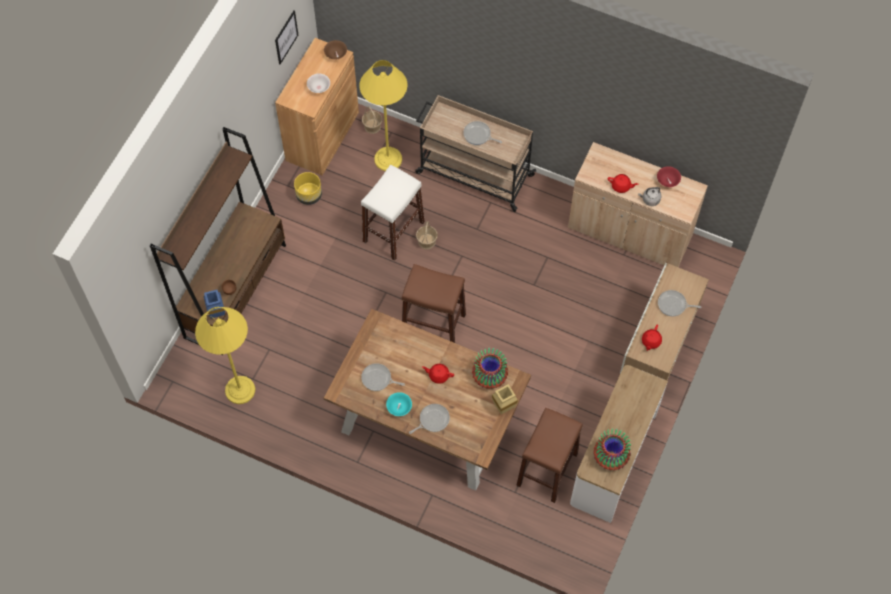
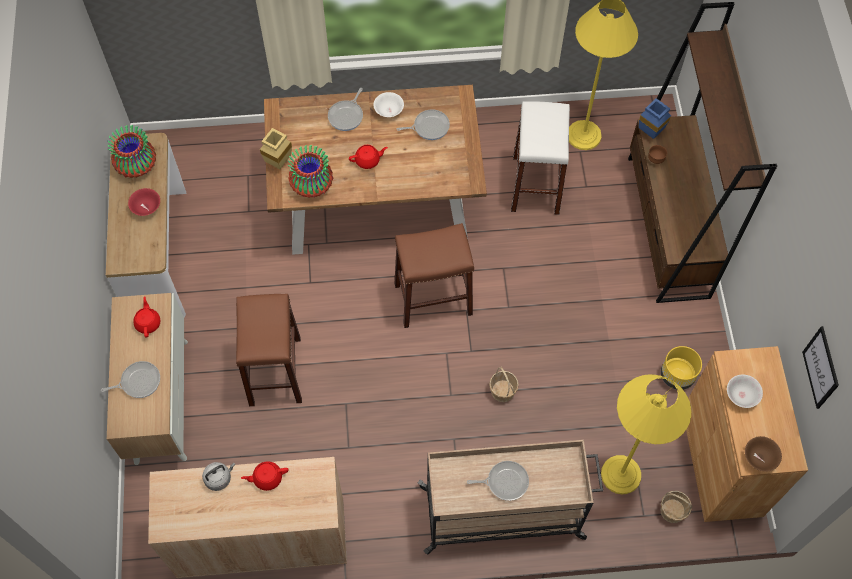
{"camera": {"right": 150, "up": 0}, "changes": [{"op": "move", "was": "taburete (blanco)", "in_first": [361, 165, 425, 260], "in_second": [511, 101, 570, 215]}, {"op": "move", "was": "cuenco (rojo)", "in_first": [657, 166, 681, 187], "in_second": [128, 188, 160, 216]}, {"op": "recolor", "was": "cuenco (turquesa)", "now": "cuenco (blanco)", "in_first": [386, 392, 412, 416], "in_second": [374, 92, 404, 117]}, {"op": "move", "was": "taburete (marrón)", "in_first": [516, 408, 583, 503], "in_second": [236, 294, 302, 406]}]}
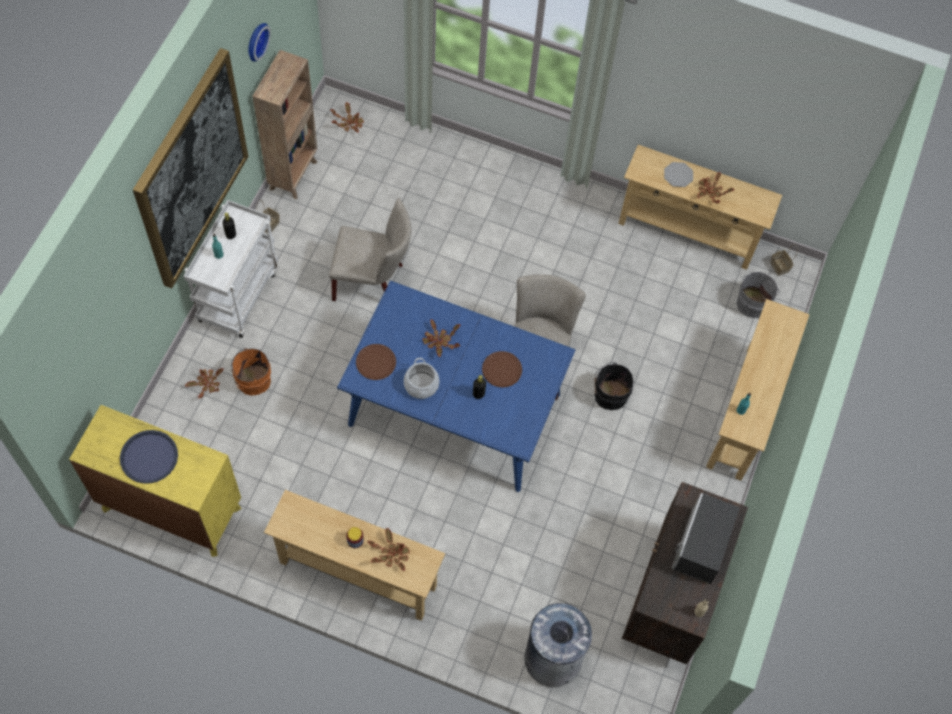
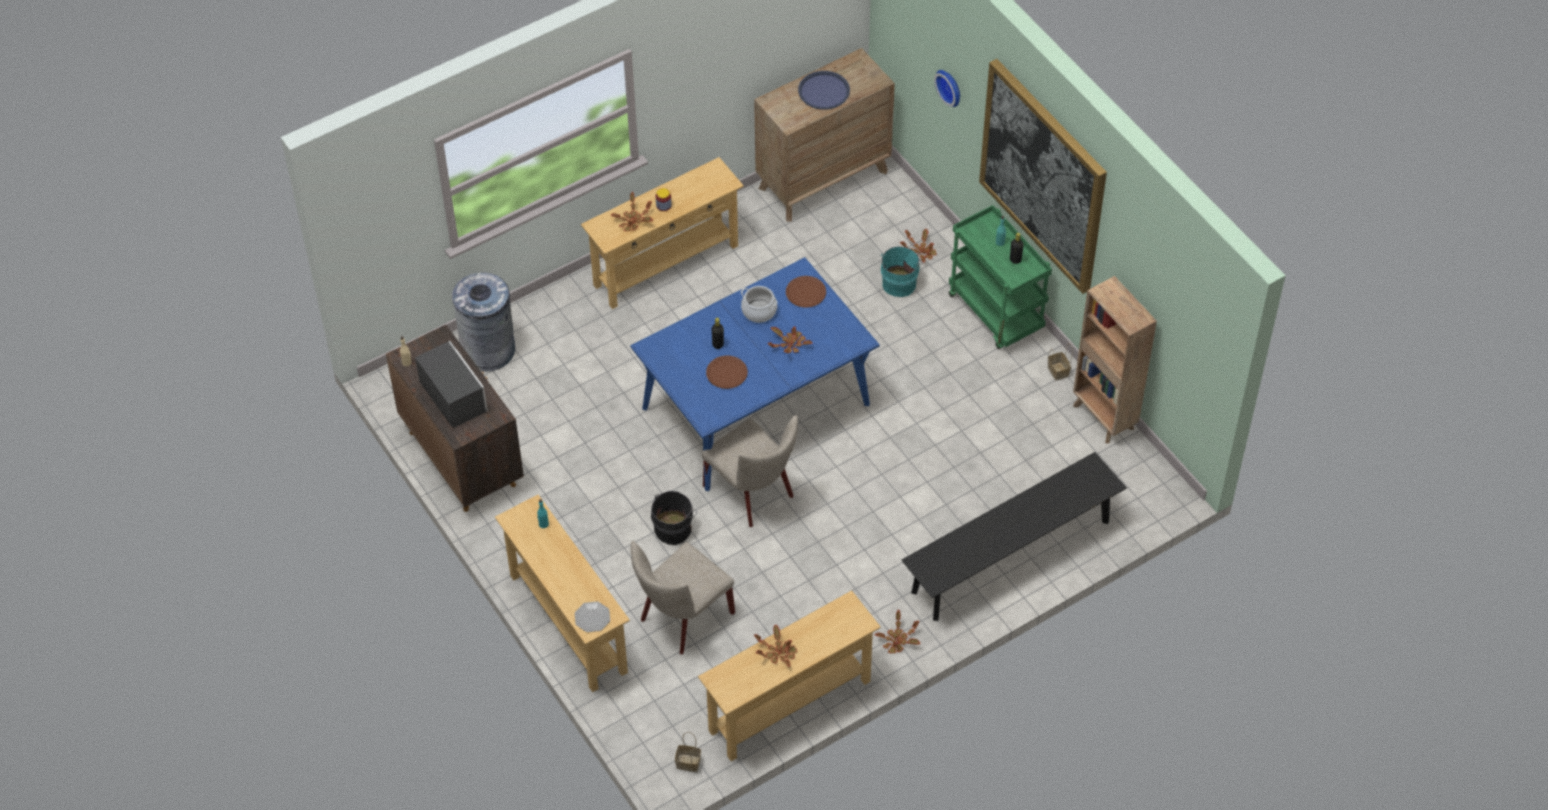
{"camera": {"right": 130, "up": -10}, "changes": [{"op": "move", "was": "reloj de pared", "in_first": [248, 23, 271, 62], "in_second": [934, 70, 960, 107]}, {"op": "move", "was": "planta en maceta", "in_first": [330, 102, 364, 133], "in_second": [875, 610, 921, 653]}, {"op": "move", "was": "plato", "in_first": [664, 162, 693, 187], "in_second": [575, 601, 610, 632]}, {"op": "move", "was": "silla (beis)", "in_first": [329, 198, 411, 301], "in_second": [631, 541, 735, 654]}, {"op": "recolor", "was": "carrito (blanco)", "now": "carrito (verde)", "in_first": [184, 200, 278, 338], "in_second": [948, 205, 1052, 349]}, {"op": "delete", "was": "cubo (gris)", "in_first": [737, 272, 780, 318]}, {"op": "recolor", "was": "cubo (naranja)", "now": "cubo (turquesa)", "in_first": [231, 348, 271, 396], "in_second": [881, 246, 922, 297]}, {"op": "recolor", "was": "cómoda (amarillo)", "now": "cómoda (marrón)", "in_first": [69, 405, 242, 557], "in_second": [754, 48, 895, 222]}, {"op": "insert", "now": "banco (negro)", "in_second": [902, 452, 1127, 621]}]}
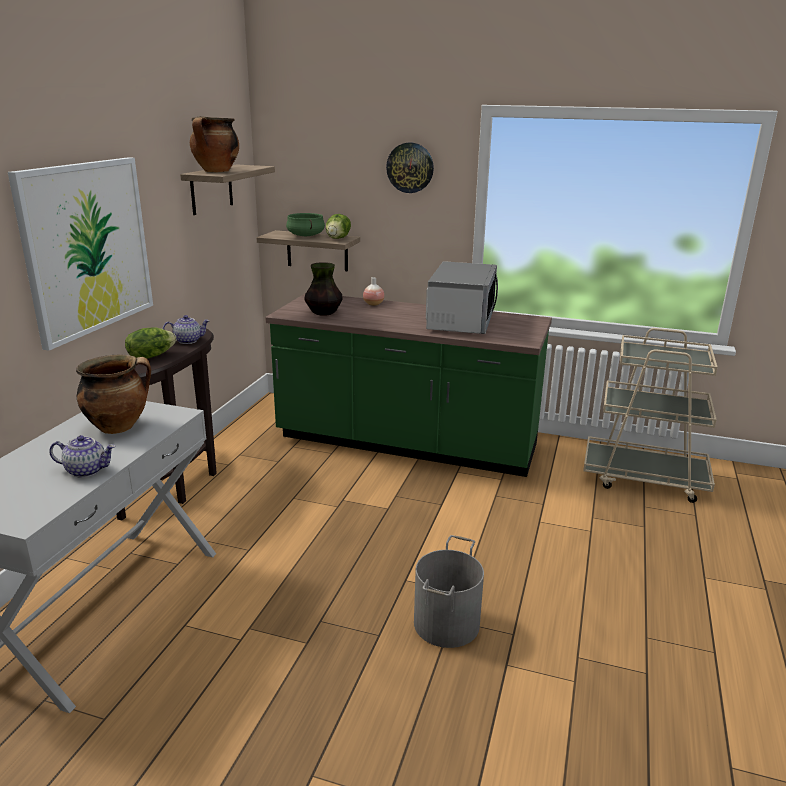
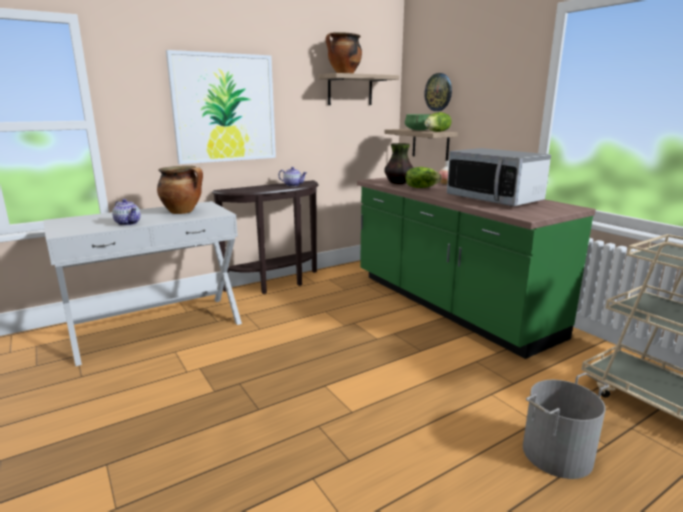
{"camera": {"right": 40, "up": -5}, "changes": [{"op": "move", "was": "reloj de pared", "in_first": [386, 142, 434, 193], "in_second": [425, 73, 452, 111]}, {"op": "rotate", "was": "microondas", "in_first": [426, 261, 498, 334], "in_second": [447, 148, 551, 206], "clockwise": 90}, {"op": "move", "was": "lechuga", "in_first": [125, 327, 176, 359], "in_second": [405, 167, 442, 188]}, {"op": "move", "was": "cubo (gris)", "in_first": [414, 535, 484, 648], "in_second": [523, 373, 609, 479]}]}
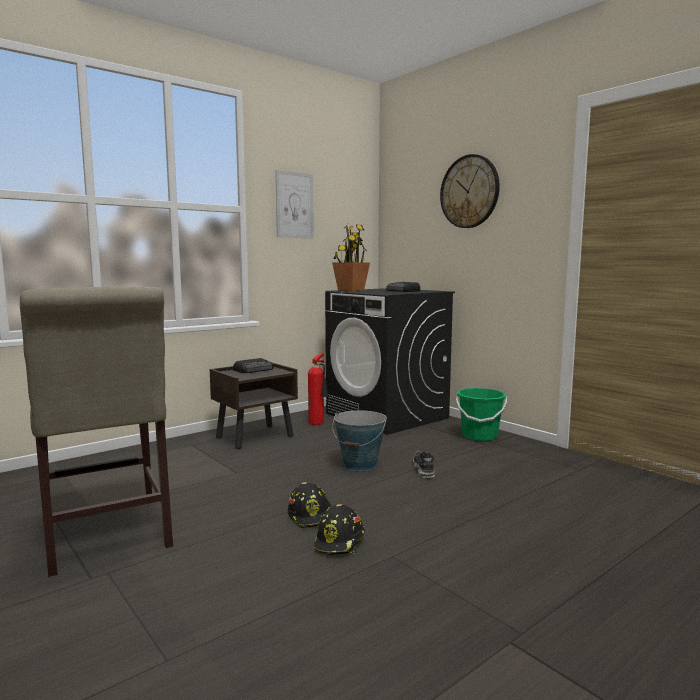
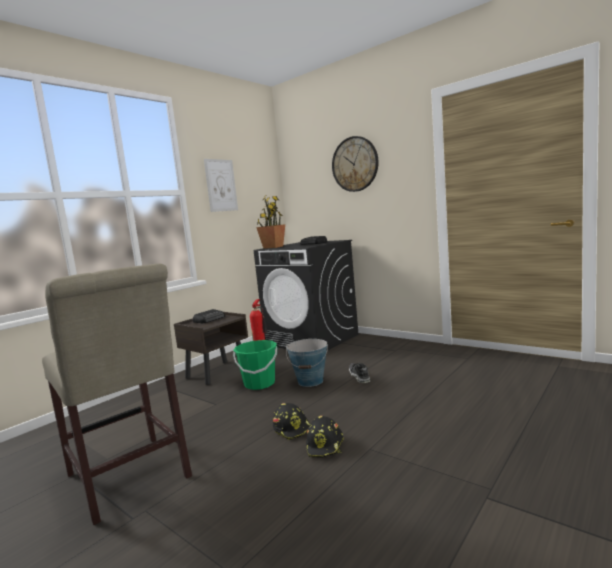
{"camera": {"right": -10, "up": 0}, "changes": [{"op": "move", "was": "cubo (verde)", "in_first": [456, 388, 507, 441], "in_second": [233, 340, 277, 390]}]}
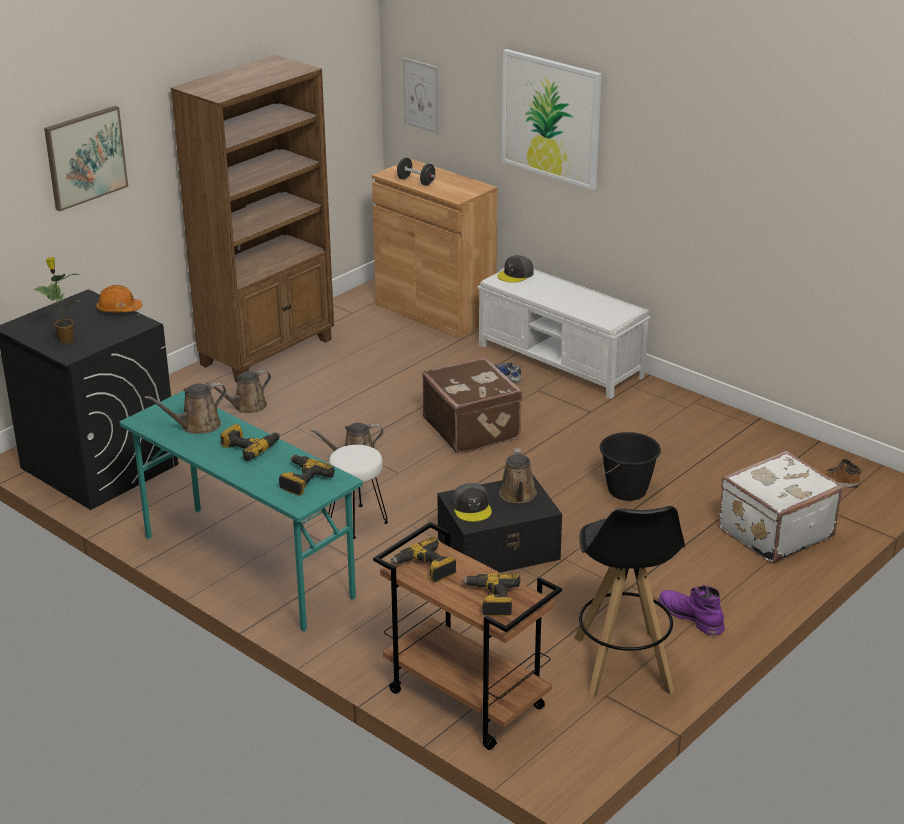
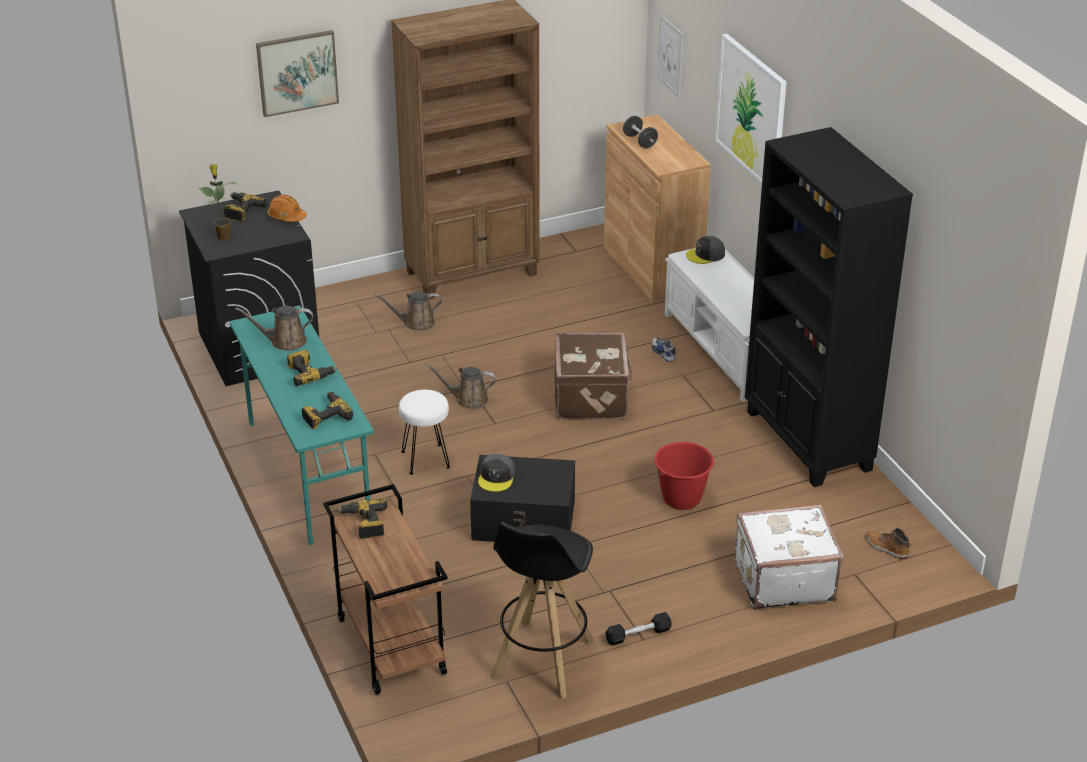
{"camera": {"right": 25, "up": 5}, "changes": [{"op": "recolor", "was": "cubo (negro)", "now": "cubo (rojo)", "in_first": [600, 432, 661, 501], "in_second": [654, 442, 714, 510]}, {"op": "delete", "was": "regadera (marrón)", "in_first": [499, 448, 537, 504]}, {"op": "move", "was": "taladro", "in_first": [462, 573, 520, 616], "in_second": [224, 192, 266, 222]}, {"op": "replace", "was": "bota (morado)", "now": "mancuerna (negro)", "in_first": [659, 585, 725, 635], "in_second": [605, 612, 672, 646]}, {"op": "insert", "now": "estantería (negro)", "in_second": [745, 127, 913, 487]}]}
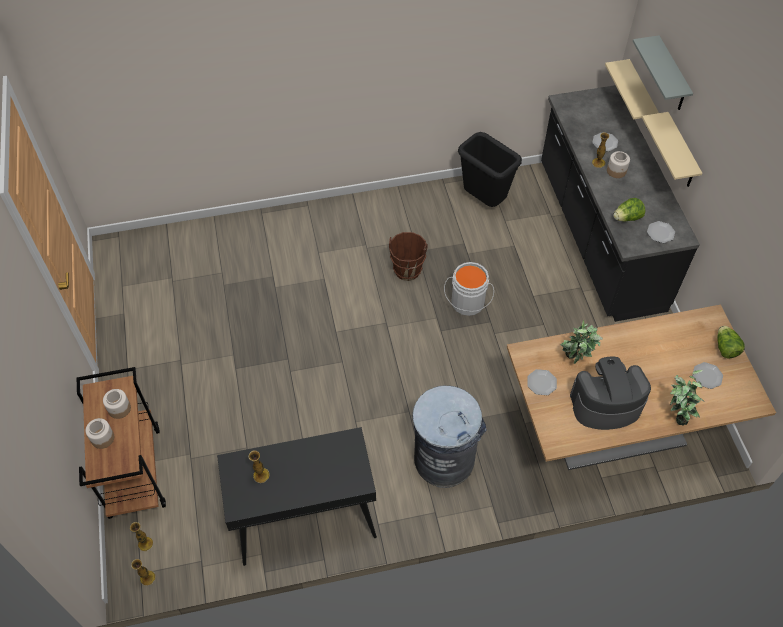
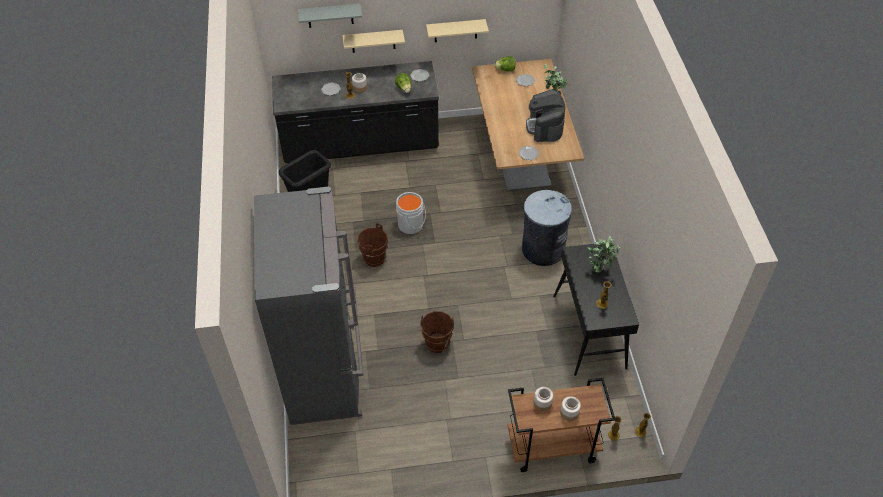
{"camera": {"right": -85, "up": -5}, "changes": [{"op": "move", "was": "estante (beis)", "in_first": [605, 59, 659, 119], "in_second": [426, 19, 489, 42]}, {"op": "move", "was": "planta en maceta", "in_first": [560, 320, 603, 364], "in_second": [588, 236, 621, 275]}, {"op": "insert", "now": "nevera (gris)", "in_second": [254, 187, 364, 425]}, {"op": "insert", "now": "cubo (marrón)", "in_second": [420, 311, 454, 353]}]}
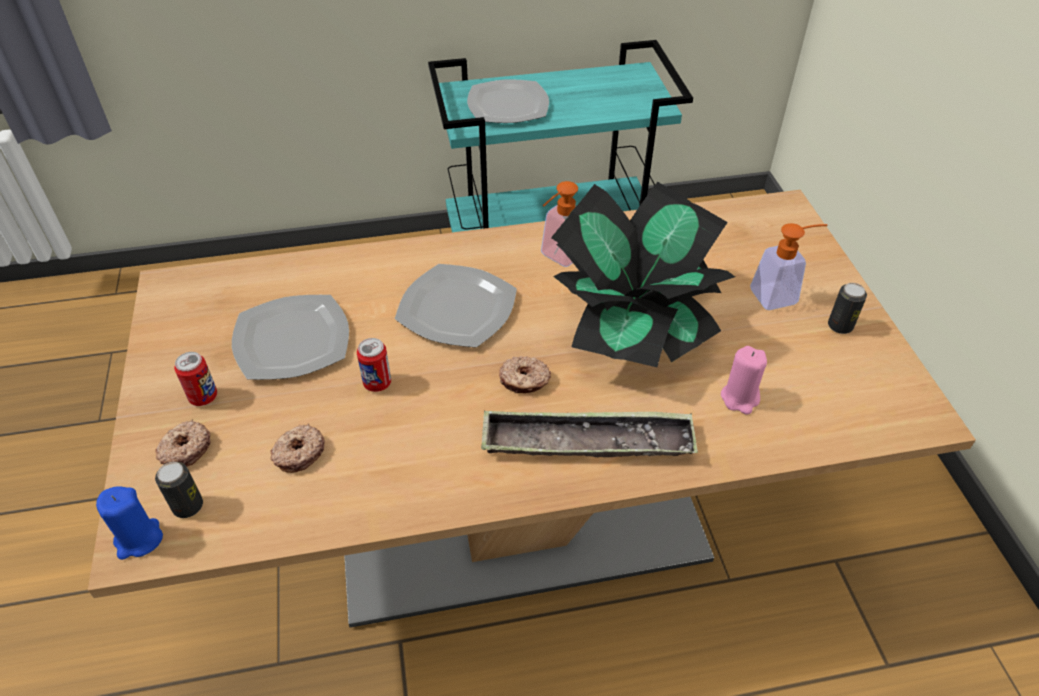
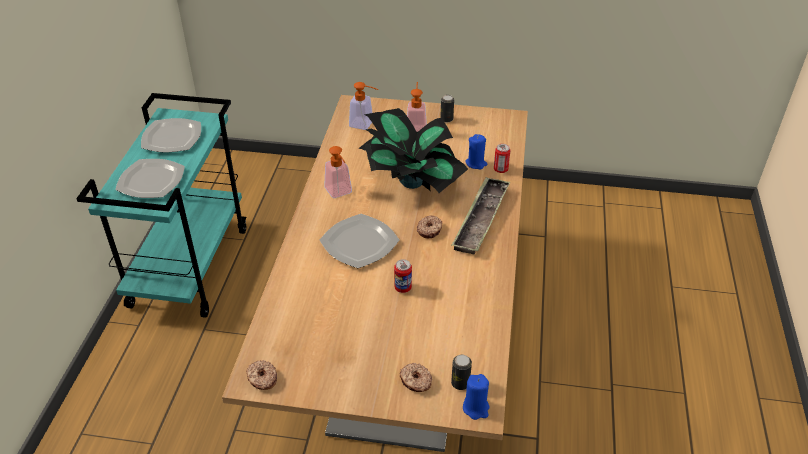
{"camera": {"right": -70, "up": -5}, "changes": [{"op": "move", "was": "plato", "in_first": [232, 295, 349, 380], "in_second": [141, 118, 201, 152]}, {"op": "recolor", "was": "vela (rosa)", "now": "vela (azul)", "in_first": [721, 346, 767, 415], "in_second": [465, 134, 488, 169]}, {"op": "move", "was": "lata", "in_first": [174, 352, 217, 406], "in_second": [494, 144, 510, 173]}, {"op": "move", "was": "rosquilla", "in_first": [270, 424, 325, 473], "in_second": [246, 360, 277, 390]}, {"op": "insert", "now": "dispensador de jabón", "in_second": [349, 82, 378, 130]}]}
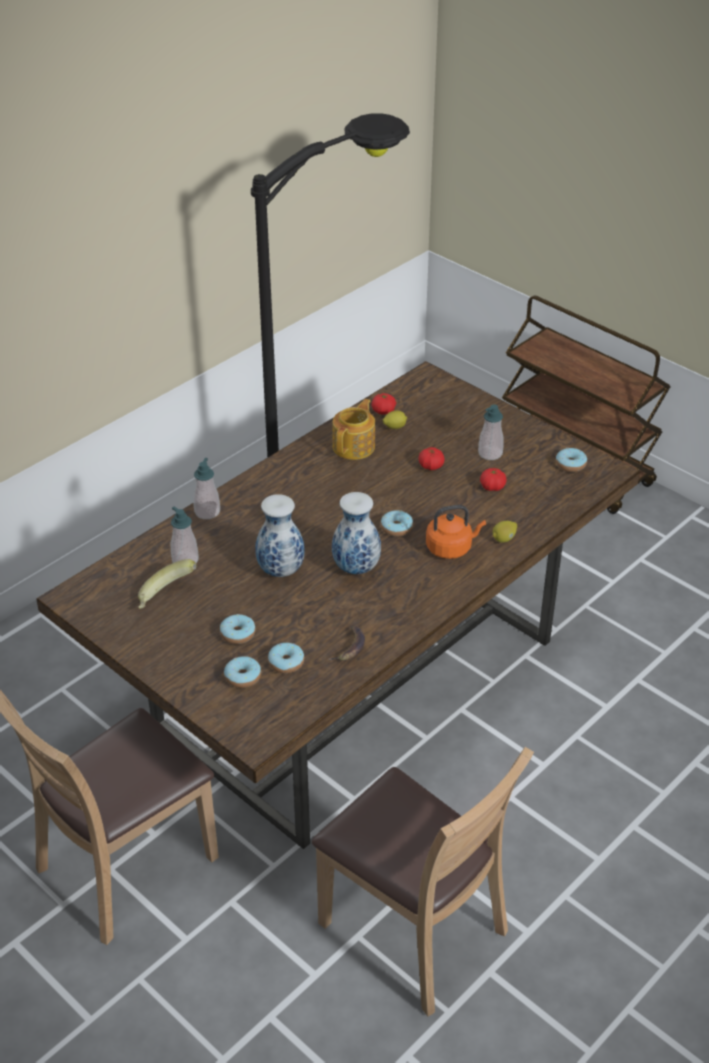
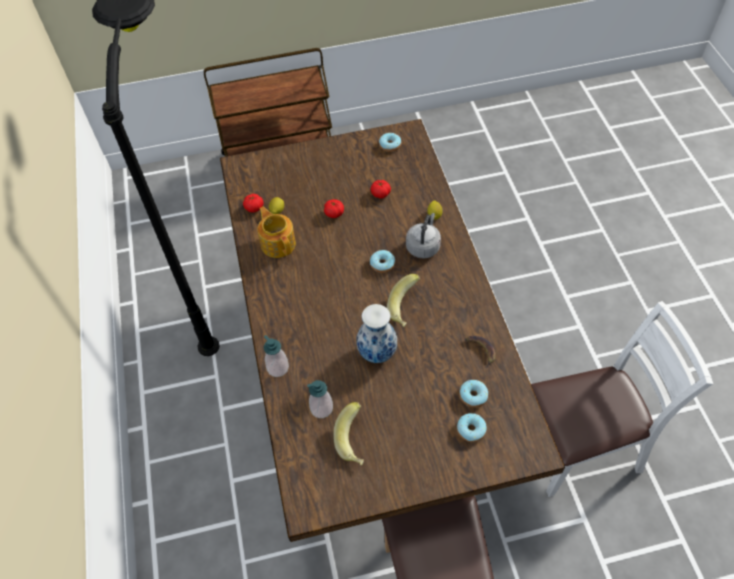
{"camera": {"right": -55, "up": 15}, "changes": [{"op": "delete", "was": "dispensador de jabón", "in_first": [478, 404, 504, 460]}, {"op": "replace", "was": "florero", "now": "plátano", "in_first": [332, 492, 381, 574], "in_second": [387, 274, 420, 327]}, {"op": "recolor", "was": "hervidor (naranja)", "now": "hervidor (gris)", "in_first": [426, 505, 486, 559], "in_second": [406, 213, 441, 258]}, {"op": "delete", "was": "rosquilla", "in_first": [220, 614, 256, 644]}, {"op": "recolor", "was": "silla (marrón)", "now": "silla (blanco)", "in_first": [312, 747, 534, 1017], "in_second": [531, 301, 713, 497]}]}
